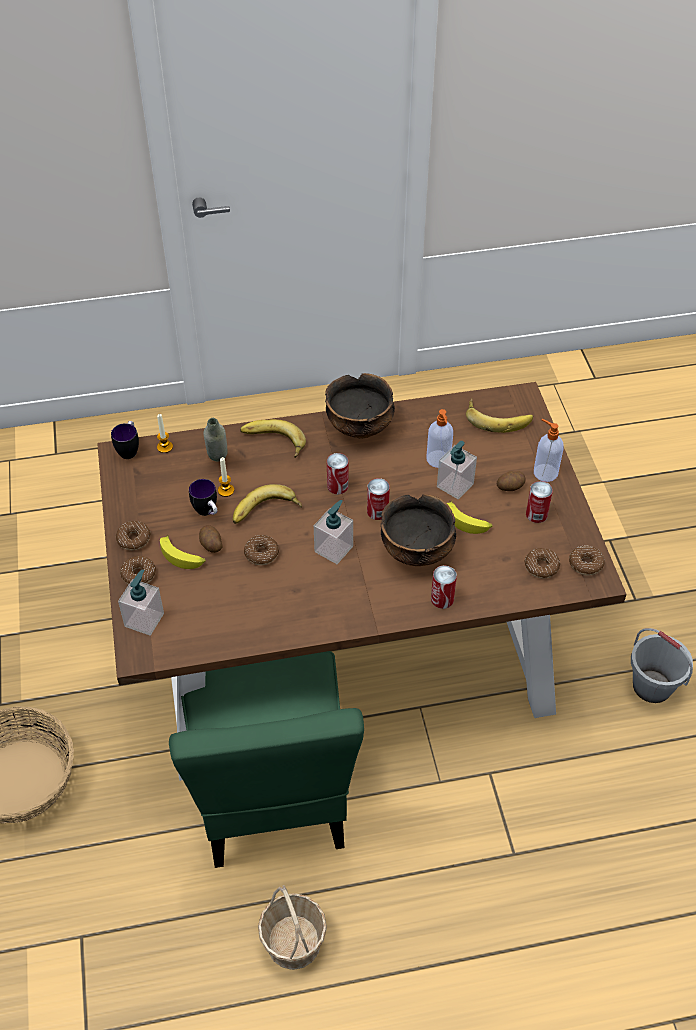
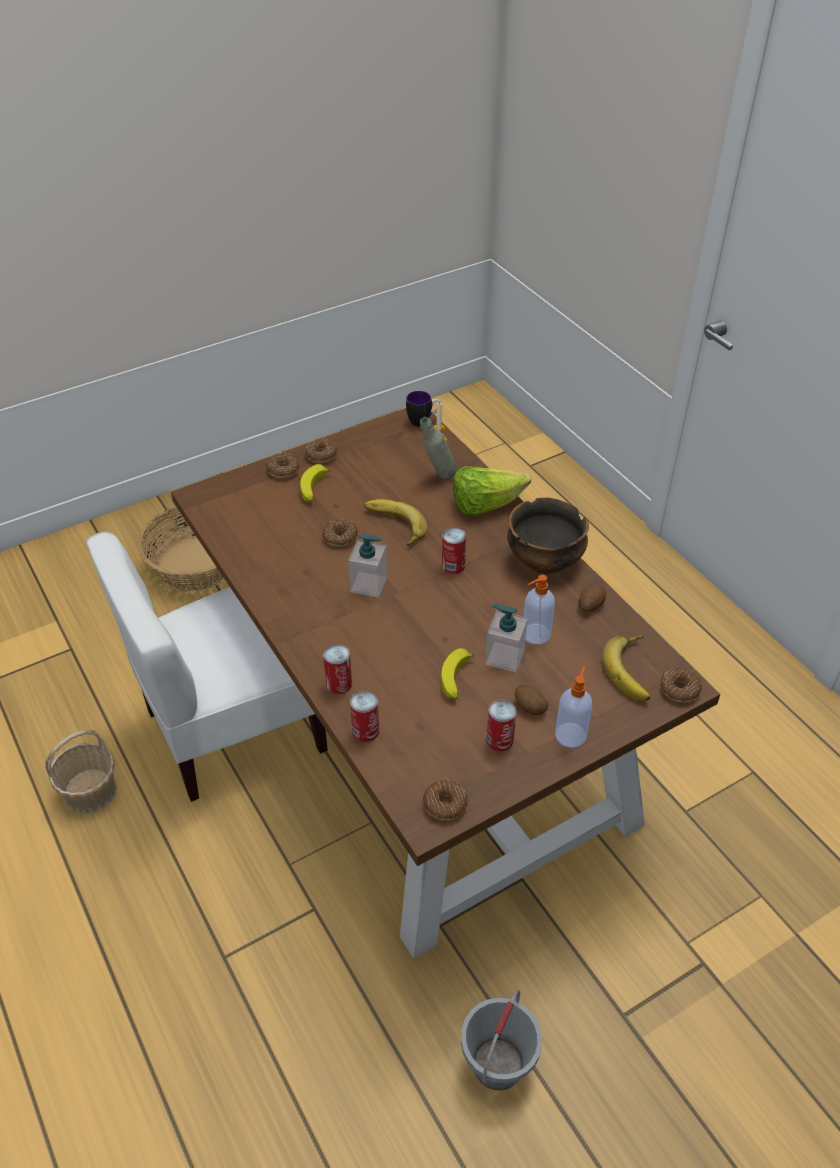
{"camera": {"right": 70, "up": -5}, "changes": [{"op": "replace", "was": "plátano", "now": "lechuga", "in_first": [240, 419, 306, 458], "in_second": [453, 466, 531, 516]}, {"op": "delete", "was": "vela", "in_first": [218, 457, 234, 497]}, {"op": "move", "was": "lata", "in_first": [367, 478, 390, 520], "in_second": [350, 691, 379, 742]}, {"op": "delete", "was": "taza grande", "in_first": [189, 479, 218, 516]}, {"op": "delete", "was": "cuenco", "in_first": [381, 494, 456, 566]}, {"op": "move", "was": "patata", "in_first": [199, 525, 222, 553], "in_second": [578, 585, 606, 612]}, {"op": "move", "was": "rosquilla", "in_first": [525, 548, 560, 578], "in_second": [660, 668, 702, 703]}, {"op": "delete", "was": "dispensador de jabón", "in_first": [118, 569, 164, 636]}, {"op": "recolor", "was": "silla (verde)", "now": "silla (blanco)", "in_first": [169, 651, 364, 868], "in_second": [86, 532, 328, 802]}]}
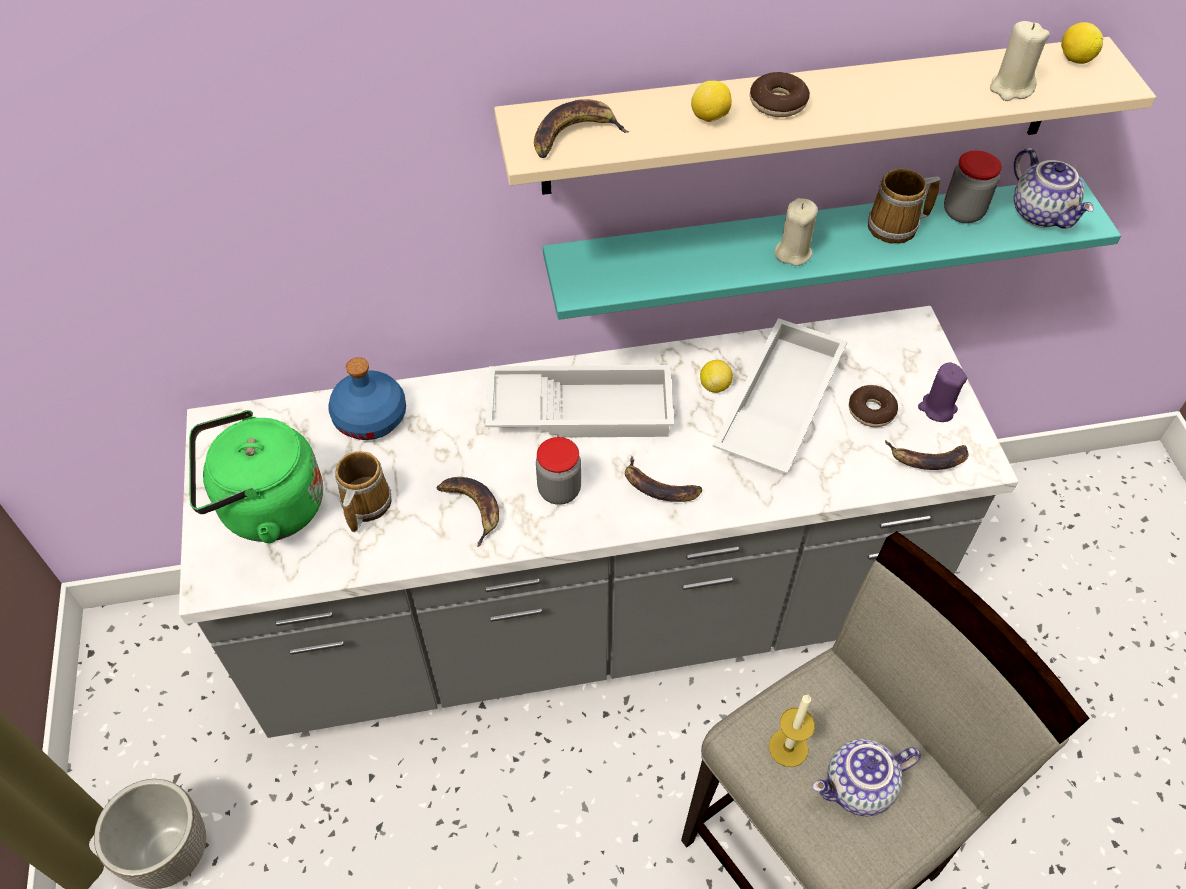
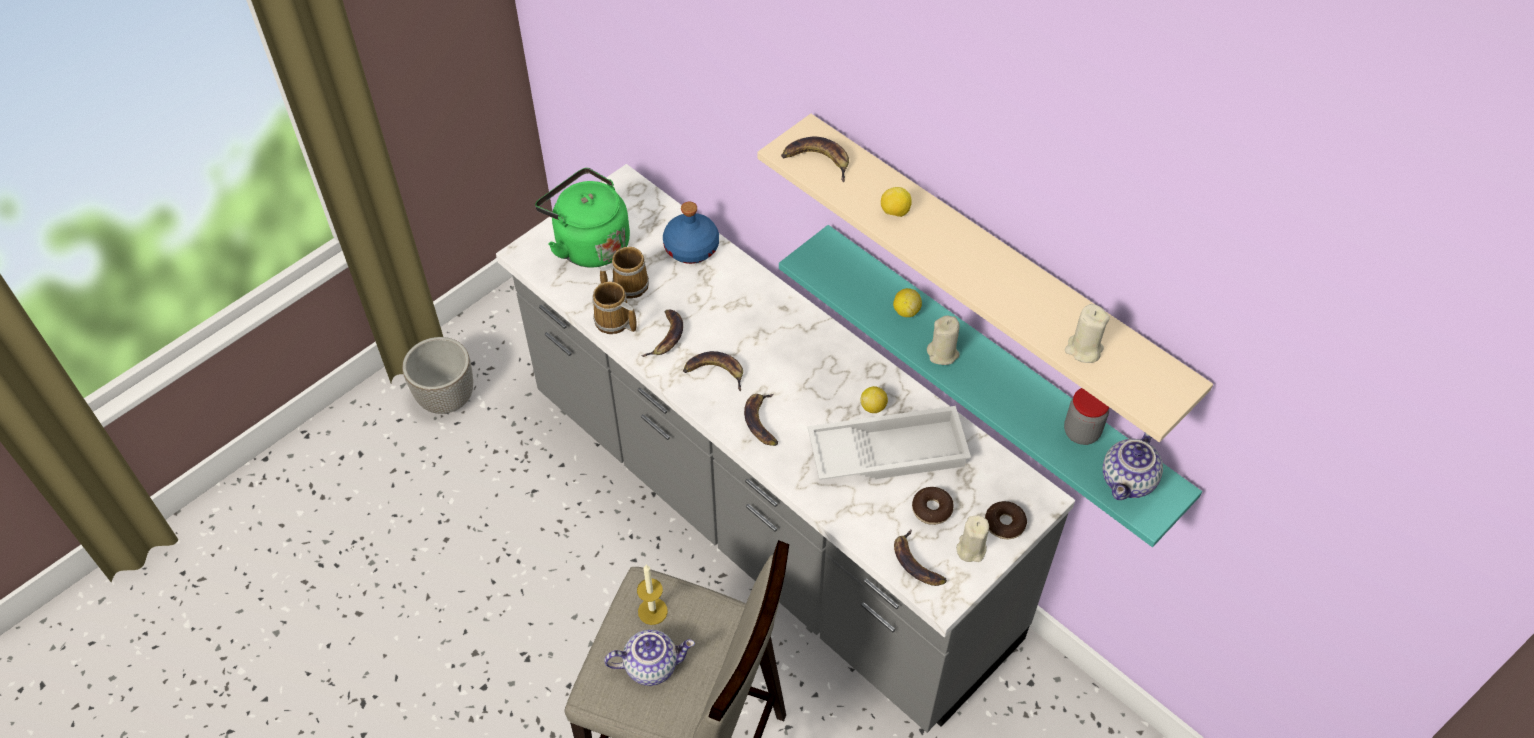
{"camera": {"right": 55, "up": 0}, "changes": [{"op": "move", "was": "limón", "in_first": [1061, 22, 1103, 64], "in_second": [893, 288, 922, 317]}, {"op": "move", "was": "rosquilla", "in_first": [750, 72, 810, 117], "in_second": [985, 501, 1027, 539]}, {"op": "move", "was": "taza grande", "in_first": [868, 169, 940, 244], "in_second": [592, 282, 637, 334]}, {"op": "recolor", "was": "vela (morado)", "now": "vela (beis)", "in_first": [918, 362, 967, 422], "in_second": [956, 515, 989, 562]}, {"op": "delete", "was": "bandeja (blanco)", "in_first": [485, 365, 674, 437]}, {"op": "replace", "was": "tarro", "now": "plátano", "in_first": [536, 437, 581, 505], "in_second": [683, 351, 743, 391]}, {"op": "rotate", "was": "tetera", "in_first": [812, 739, 921, 816], "in_second": [604, 630, 695, 686], "clockwise": 135}]}
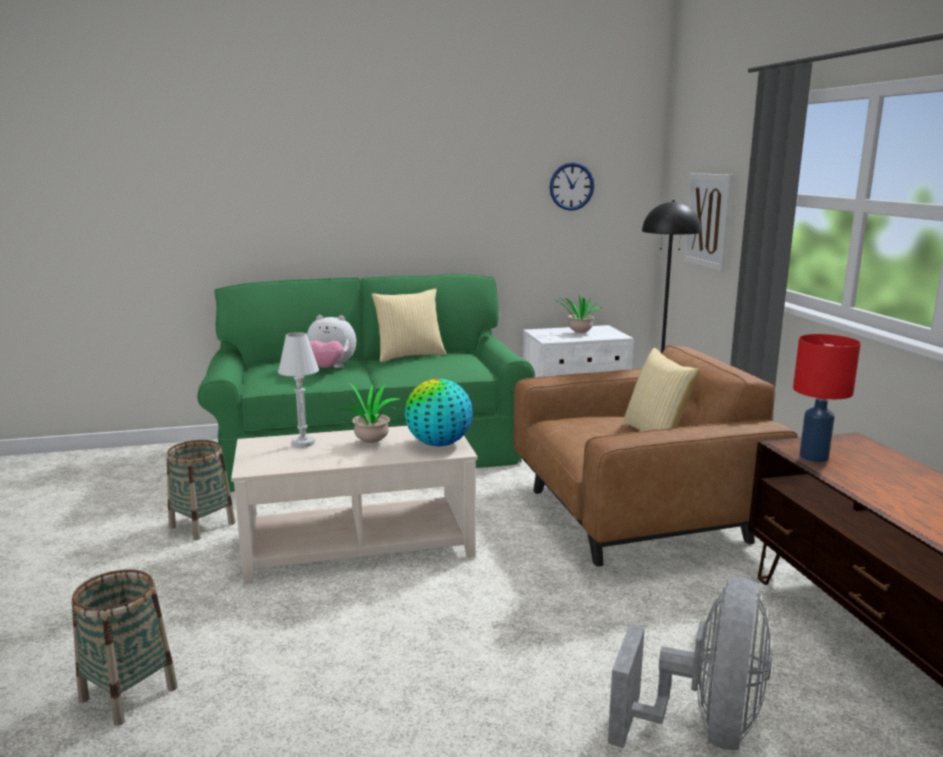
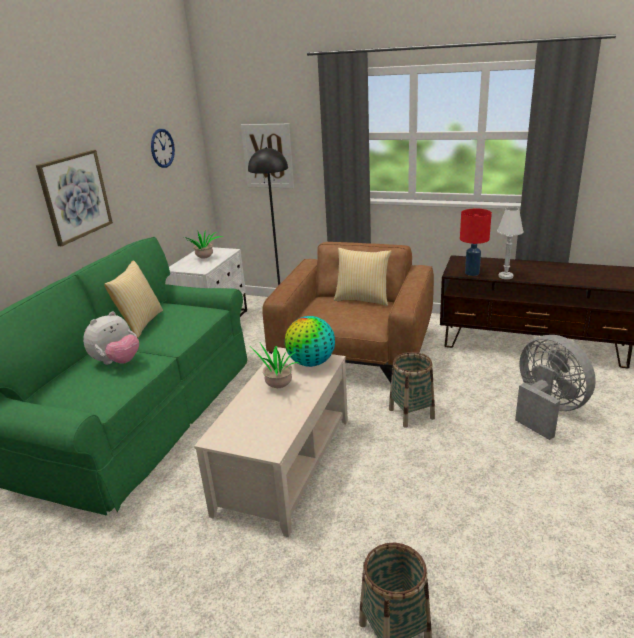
{"camera": {"right": -55, "up": 10}, "changes": [{"op": "move", "was": "lámpara de mesa (blanco)", "in_first": [278, 332, 319, 448], "in_second": [497, 207, 524, 279]}, {"op": "move", "was": "cesta", "in_first": [167, 440, 235, 540], "in_second": [389, 352, 435, 427]}, {"op": "insert", "now": "cuadro", "in_second": [36, 150, 113, 246]}]}
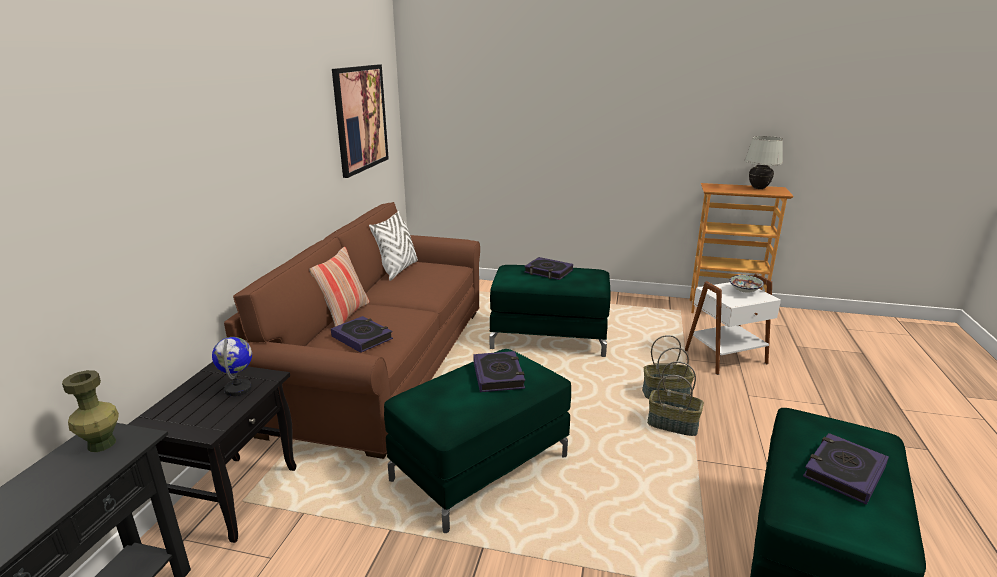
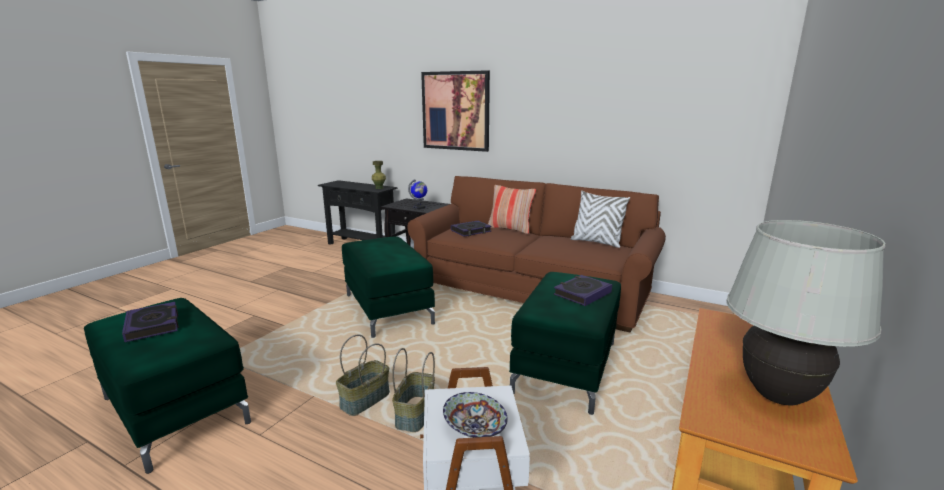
{"camera": {"right": 105, "up": -5}, "changes": [{"op": "move", "was": "cuadro", "in_first": [332, 65, 389, 178], "in_second": [421, 70, 490, 152]}, {"op": "delete", "was": "libro", "in_first": [473, 351, 525, 392]}]}
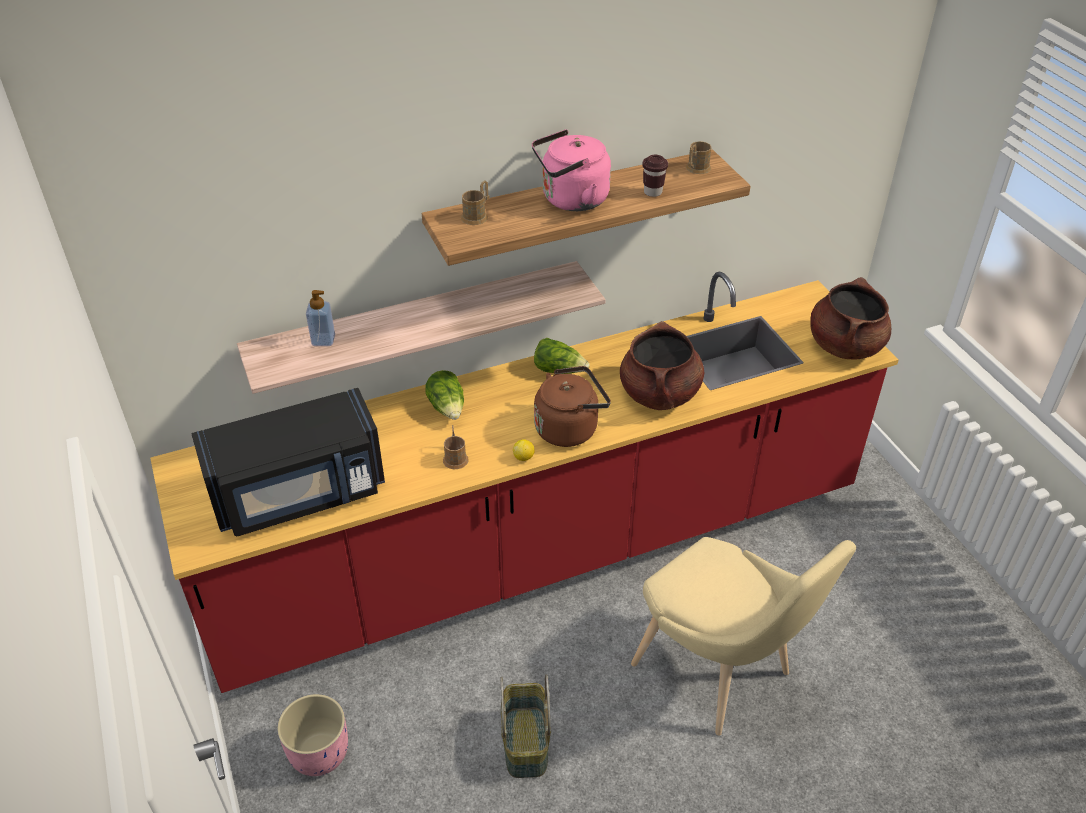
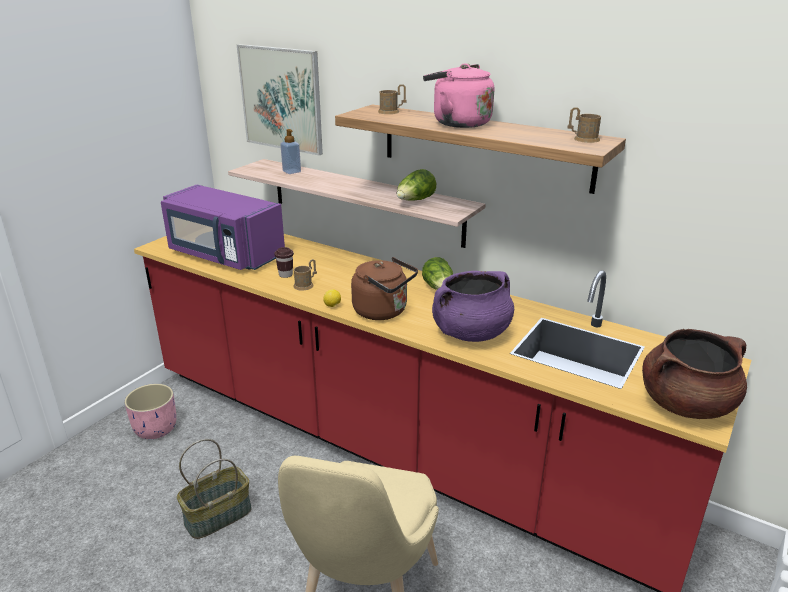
{"camera": {"right": 55, "up": -15}, "changes": [{"op": "move", "was": "taza (marrón)", "in_first": [642, 155, 668, 197], "in_second": [274, 247, 294, 278]}, {"op": "recolor", "was": "olla (marrón)", "now": "olla (morado)", "in_first": [620, 321, 704, 410], "in_second": [432, 271, 514, 342]}, {"op": "move", "was": "lechuga", "in_first": [425, 370, 464, 420], "in_second": [397, 169, 436, 201]}, {"op": "recolor", "was": "microondas (negro)", "now": "microondas (morado)", "in_first": [192, 388, 385, 536], "in_second": [161, 185, 285, 270]}, {"op": "insert", "now": "cuadro", "in_second": [237, 44, 323, 155]}]}
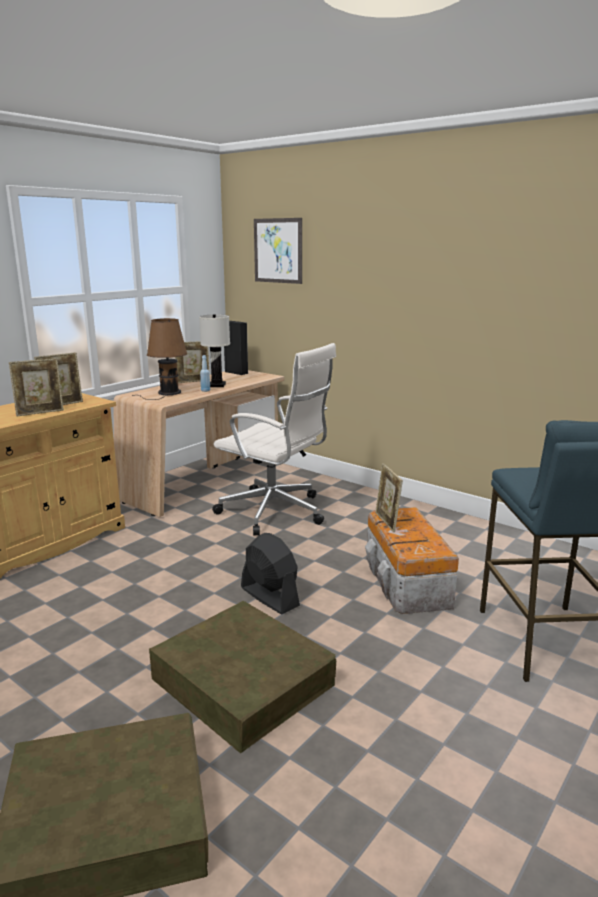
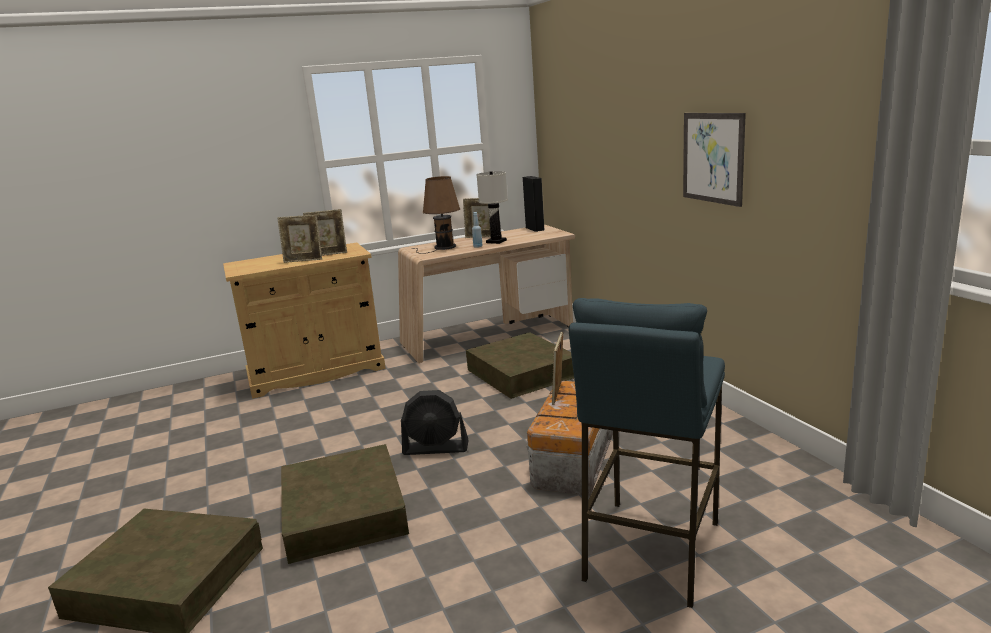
{"camera": {"right": 30, "up": 0}, "changes": [{"op": "move", "was": "cuadro", "in_first": [254, 218, 302, 284], "in_second": [683, 113, 746, 207]}, {"op": "replace", "was": "silla de oficina (blanco)", "now": "caja de almacenaje (marrón)", "in_first": [212, 343, 336, 536], "in_second": [466, 332, 574, 399]}, {"op": "rotate", "was": "ventilador (negro)", "in_first": [241, 533, 300, 614], "in_second": [401, 390, 468, 455], "clockwise": 105}]}
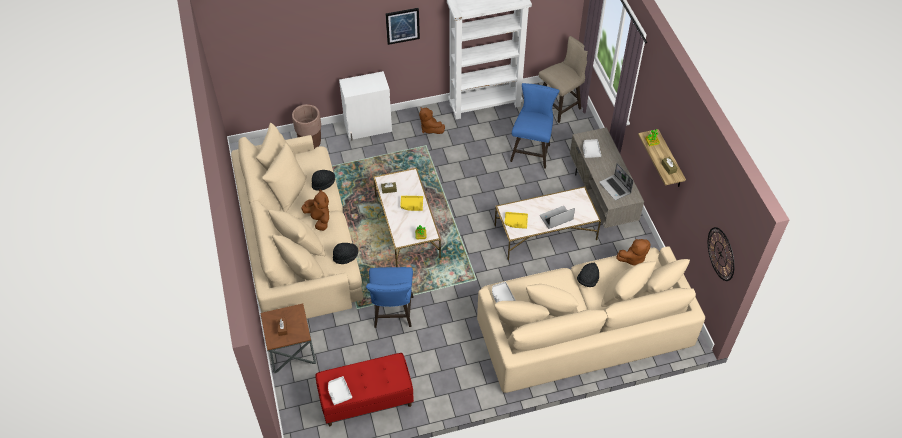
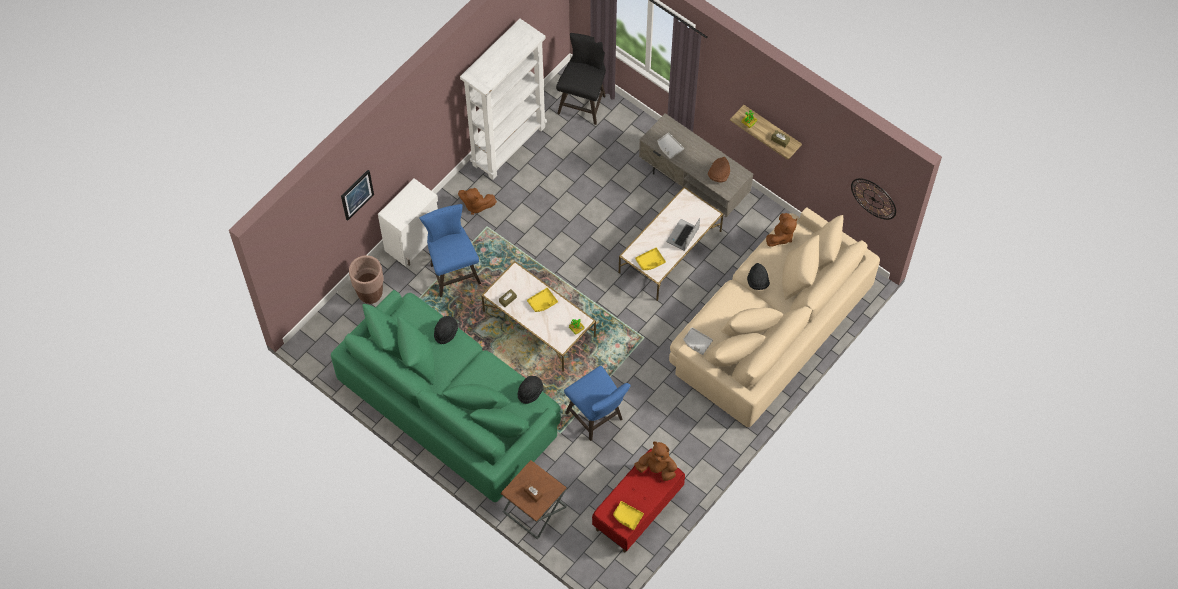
{"camera": {"right": -35, "up": 10}, "changes": [{"op": "move", "was": "cuadro", "in_first": [385, 8, 420, 45], "in_second": [341, 170, 374, 221]}, {"op": "recolor", "was": "taburete (beis)", "now": "taburete (negro)", "in_first": [539, 36, 588, 123], "in_second": [556, 33, 606, 125]}, {"op": "move", "was": "taburete (azul)", "in_first": [510, 83, 560, 169], "in_second": [419, 204, 481, 297]}, {"op": "recolor", "was": "sofá (beis)", "now": "sofá (verde)", "in_first": [231, 123, 363, 319], "in_second": [331, 290, 561, 502]}, {"op": "replace", "was": "portátil", "now": "sombrero (marrón)", "in_first": [599, 163, 634, 200], "in_second": [708, 157, 730, 183]}, {"op": "move", "was": "peluche (marrón)", "in_first": [301, 189, 329, 231], "in_second": [634, 442, 677, 481]}, {"op": "recolor", "was": "bandeja (blanco)", "now": "bandeja (amarillo)", "in_first": [328, 376, 352, 405], "in_second": [613, 501, 644, 530]}]}
